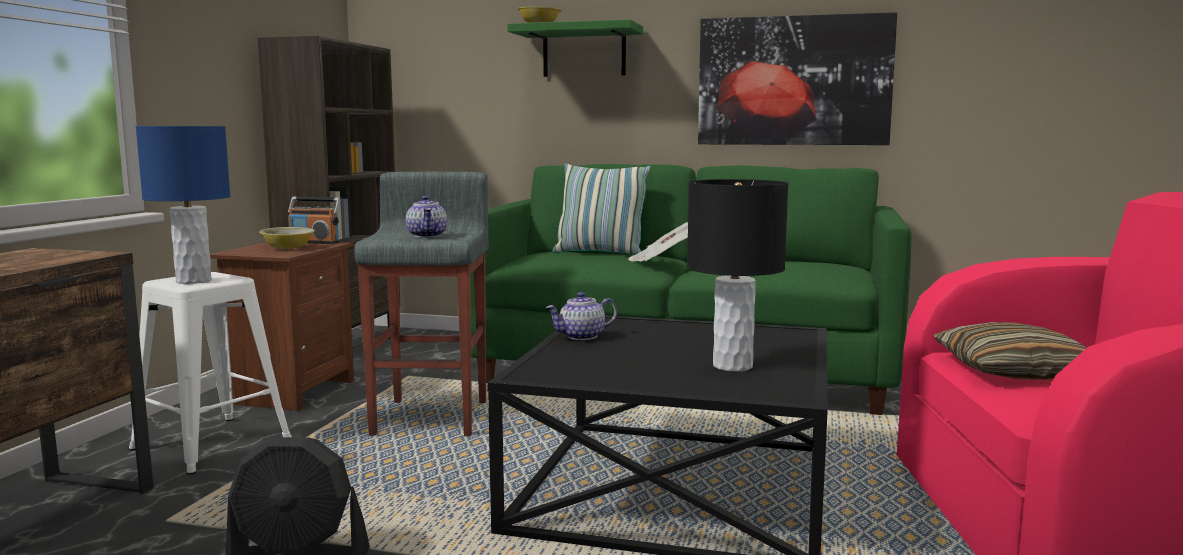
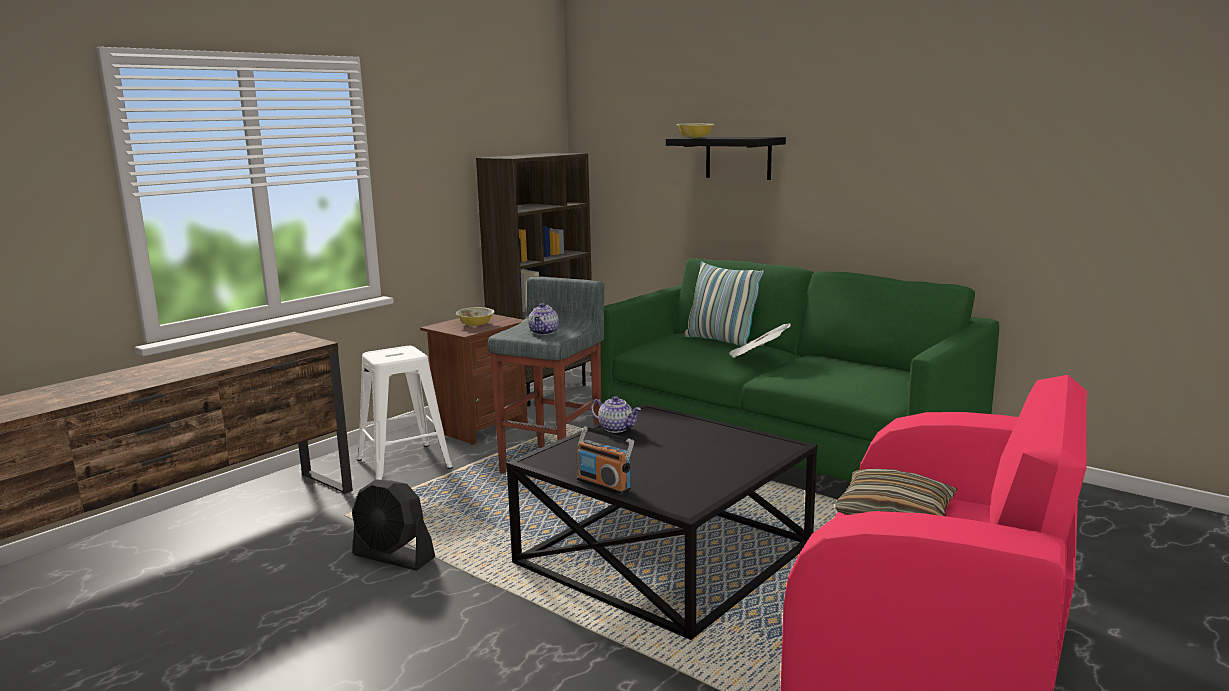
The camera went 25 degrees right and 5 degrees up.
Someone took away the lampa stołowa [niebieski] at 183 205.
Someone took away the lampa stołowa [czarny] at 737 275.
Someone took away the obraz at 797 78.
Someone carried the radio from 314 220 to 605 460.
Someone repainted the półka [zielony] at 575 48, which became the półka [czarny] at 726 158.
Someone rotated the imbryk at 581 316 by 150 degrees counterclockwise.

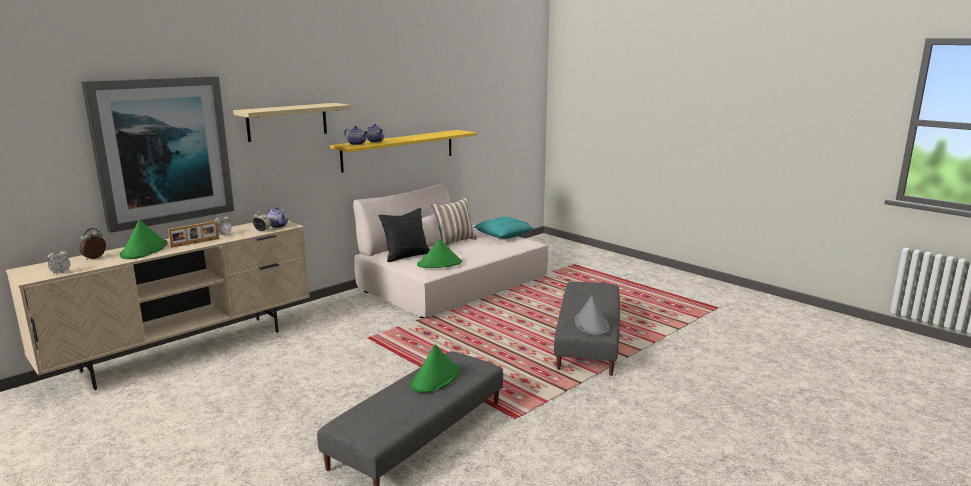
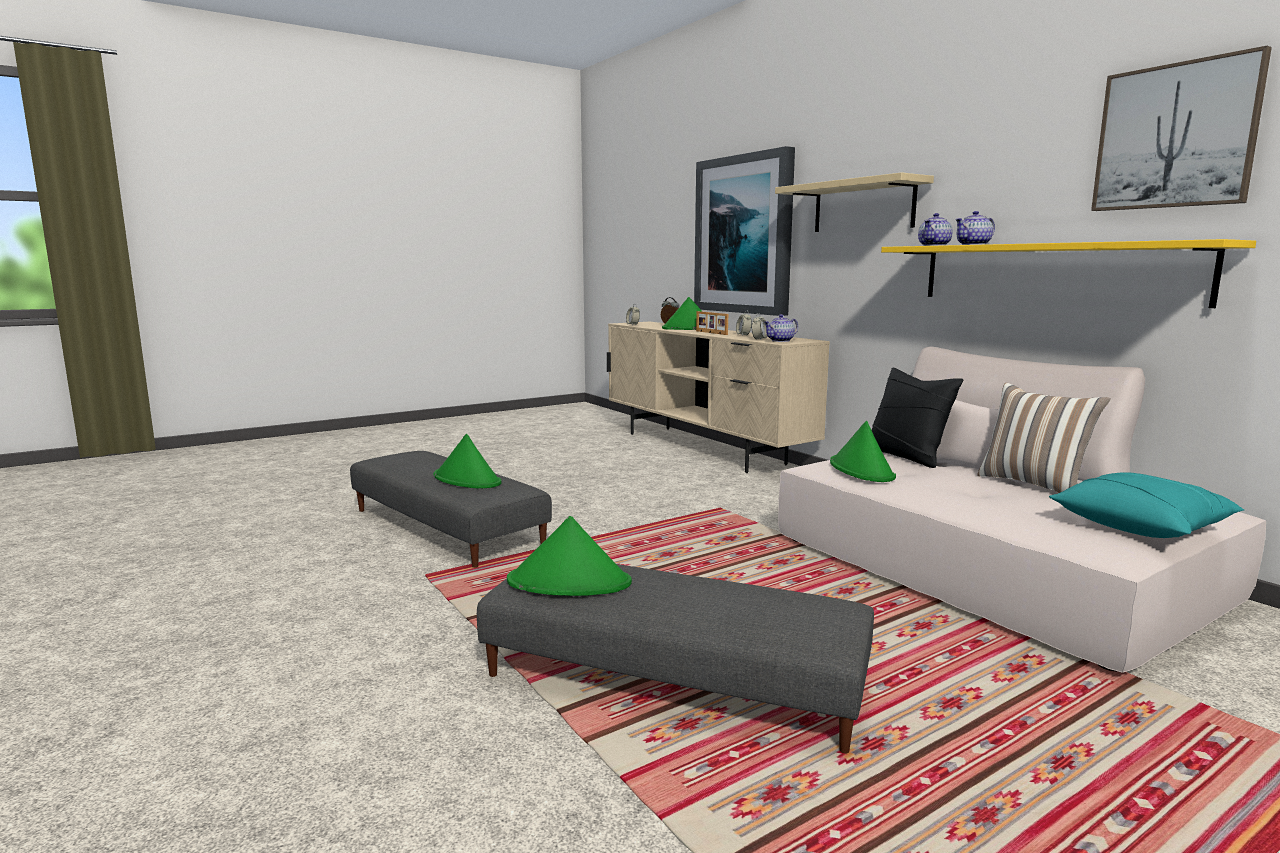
The camera went 100 degrees right and 5 degrees down.
Someone put up the obraz at 1181 128.
Someone repainted the kapelusz [szary] at 592 316, which became the kapelusz [zielony] at 569 556.

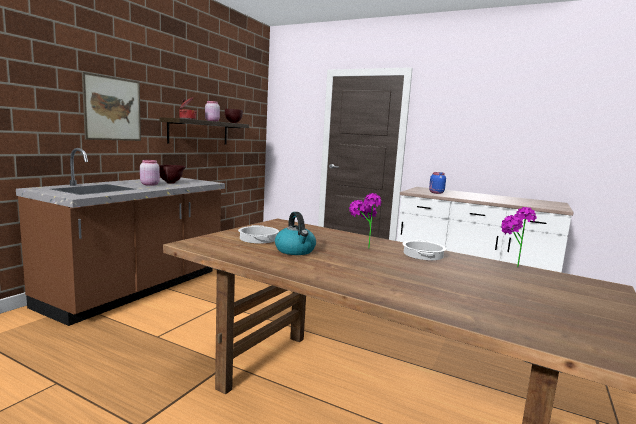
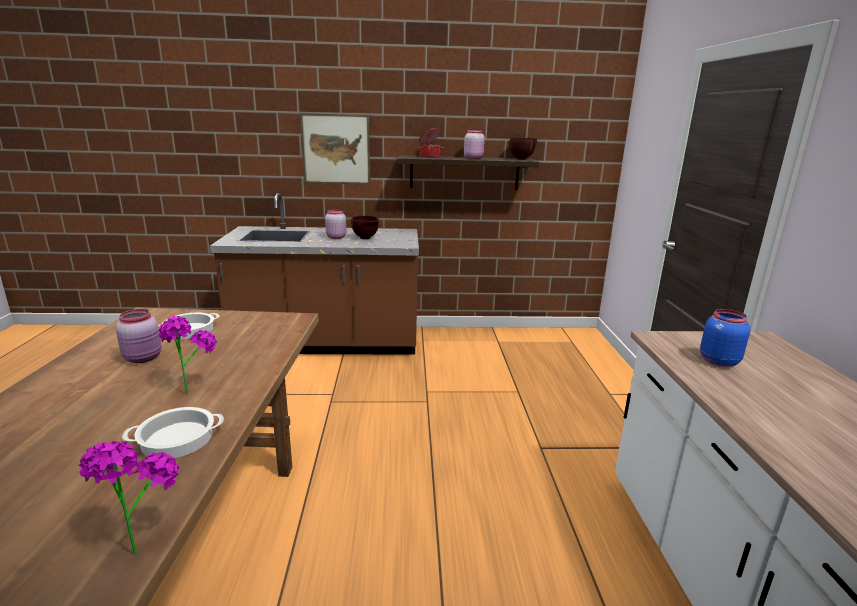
The camera went 60 degrees right and 10 degrees up.
Someone swapped the czajnik at 295 233 for the słoik [różowy] at 139 336.

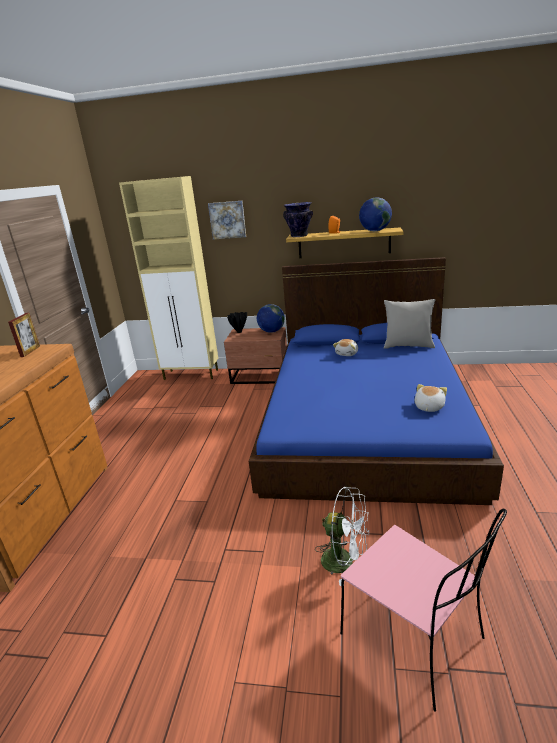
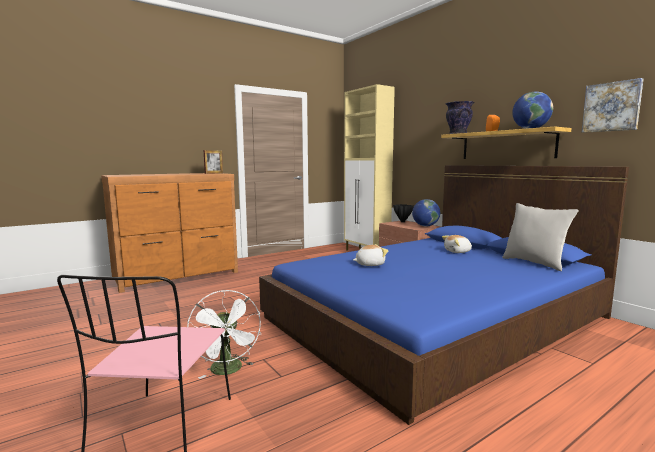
The camera went 45 degrees right and 15 degrees down.
Someone carried the obraz from 227 220 to 612 105.
Someone carried the pluszak from 431 398 to 370 255.

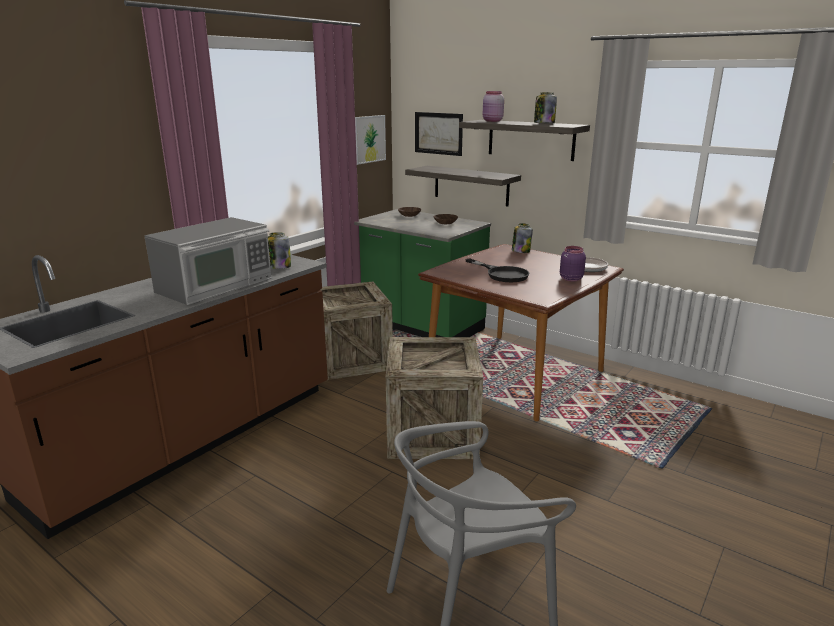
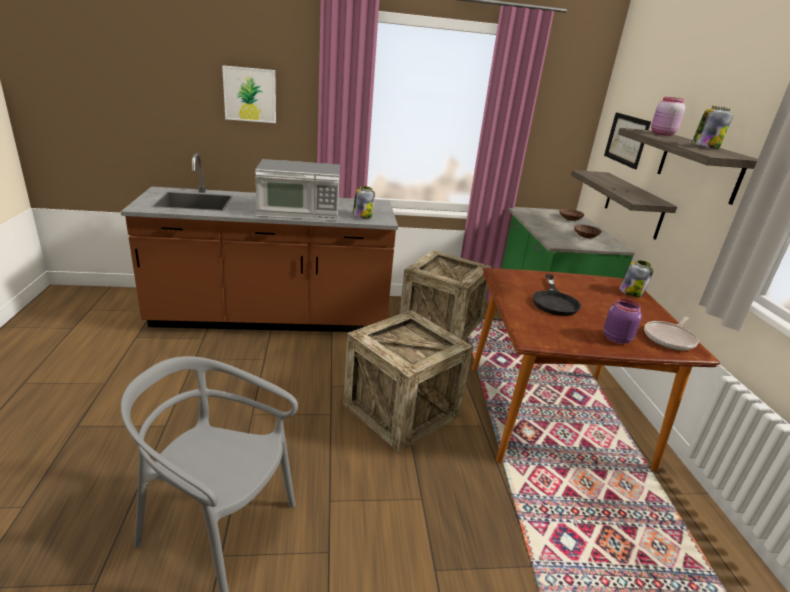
The camera went 45 degrees right and 5 degrees up.
Someone carried the obraz from 370 140 to 249 94.

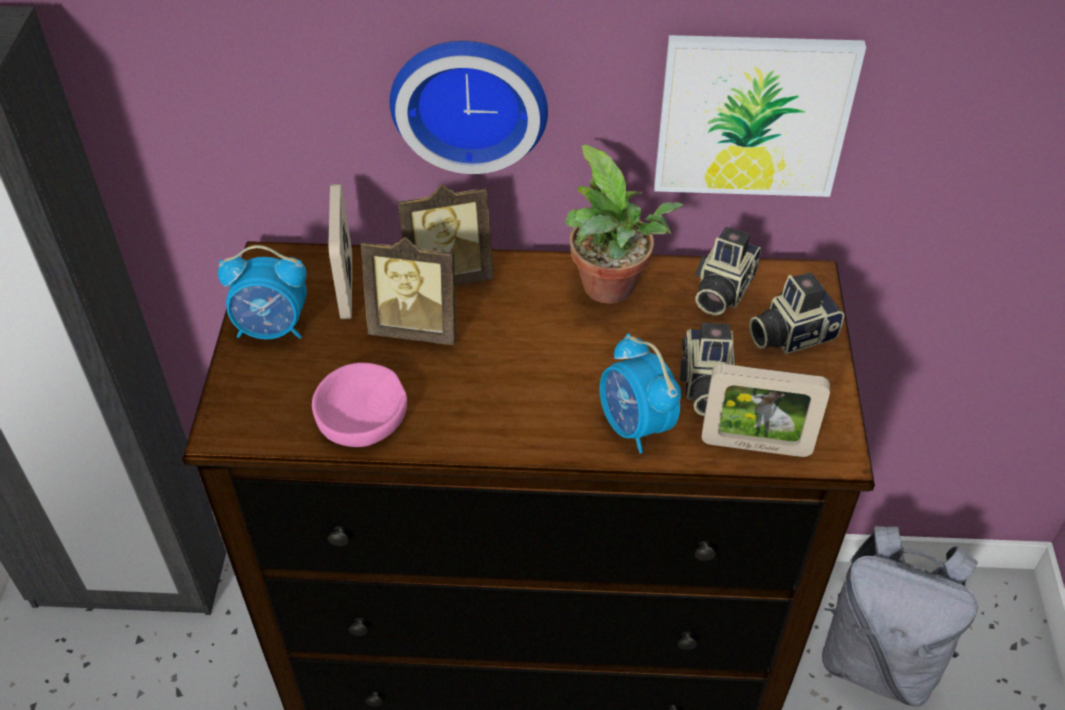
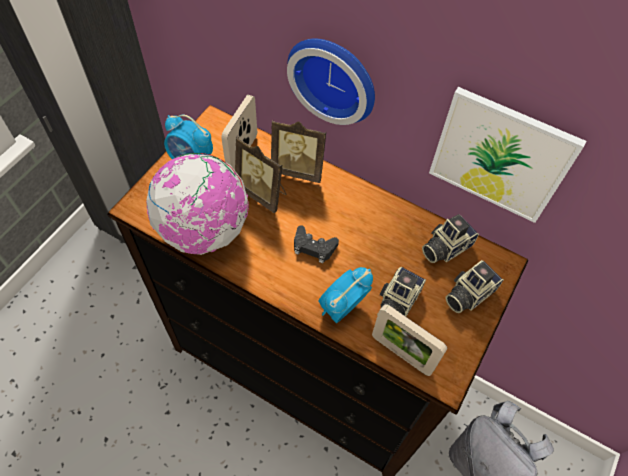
The camera went 25 degrees right and 10 degrees up.
Someone took away the roślina doniczkowa at 624 224.
Someone put down the pad do gier [czarny] at 316 244.
Someone swapped the miska [różowy] at 359 405 for the globus at 197 204.
Someone rotated the budzik at 640 394 by 45 degrees clockwise.
Someone rotated the aparat fotograficzny at 796 313 by 45 degrees counterclockwise.

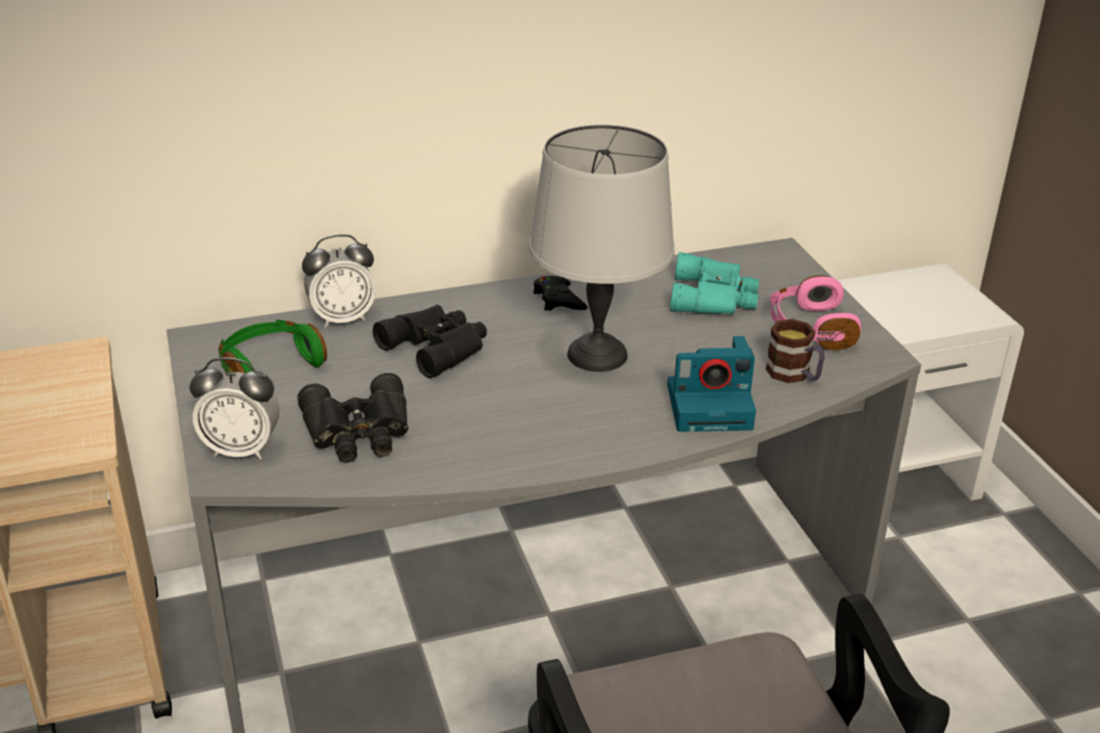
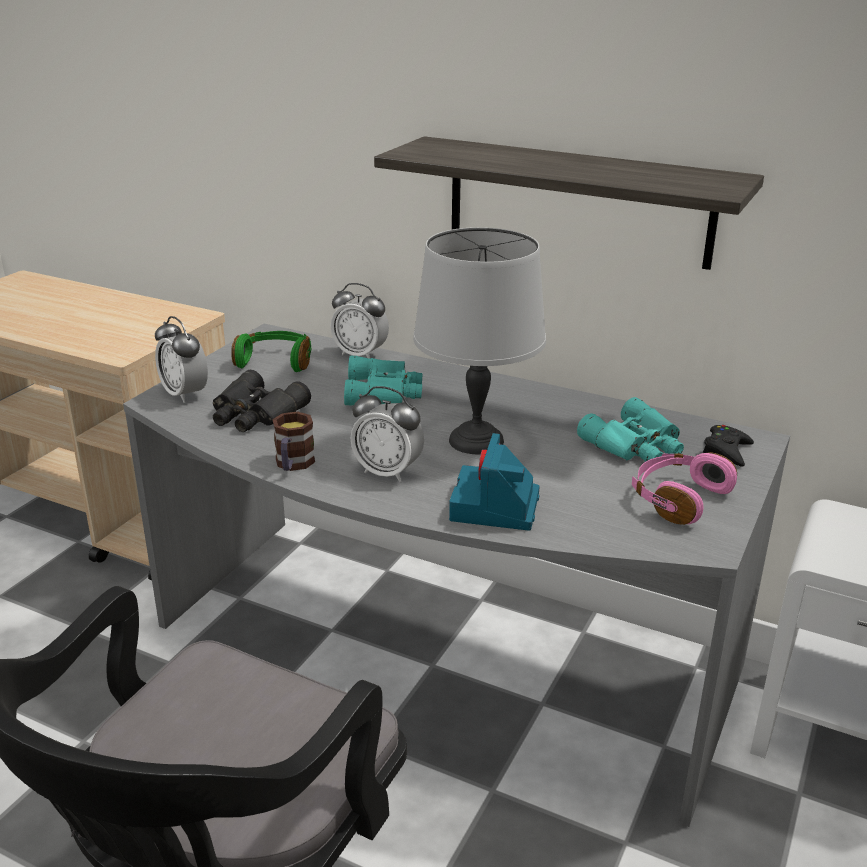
The camera went 45 degrees right and 5 degrees down.
Someone put down the budzik at 387 434.
Someone put up the półka at 569 203.
Someone carried the pad do gier [czarny] from 560 293 to 728 446.
Someone carried the kubek from 795 351 to 294 441.
Someone repainted the lornetka [czarny] at 430 341, which became the lornetka [turkusowy] at 383 380.
Someone rotated the aparat fotograficzny at 711 384 by 60 degrees clockwise.

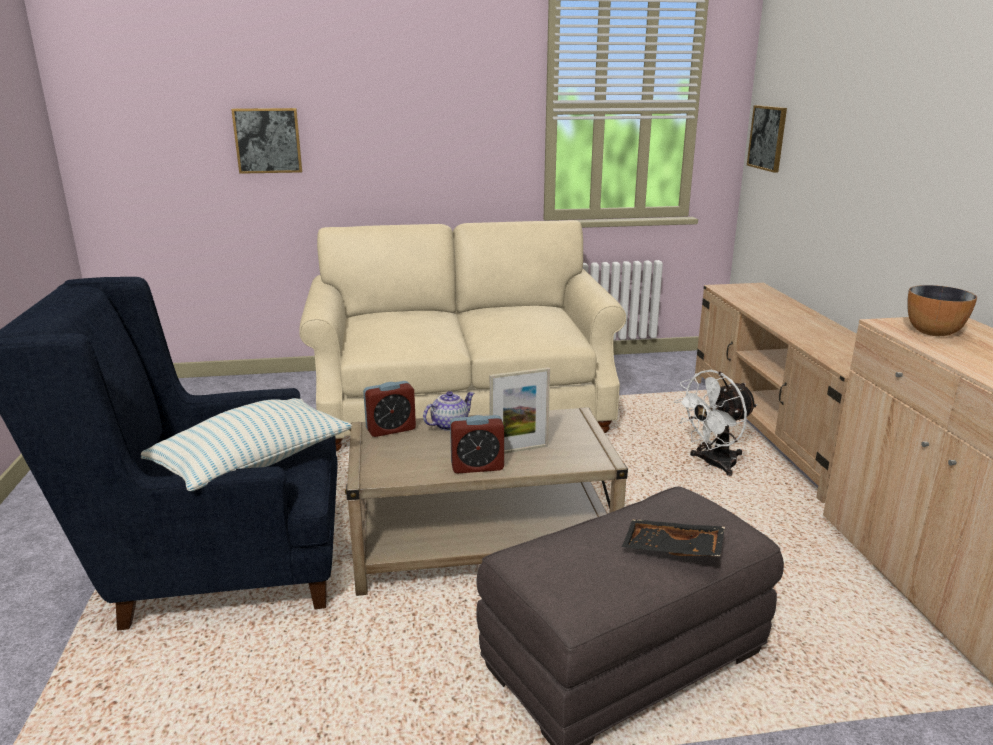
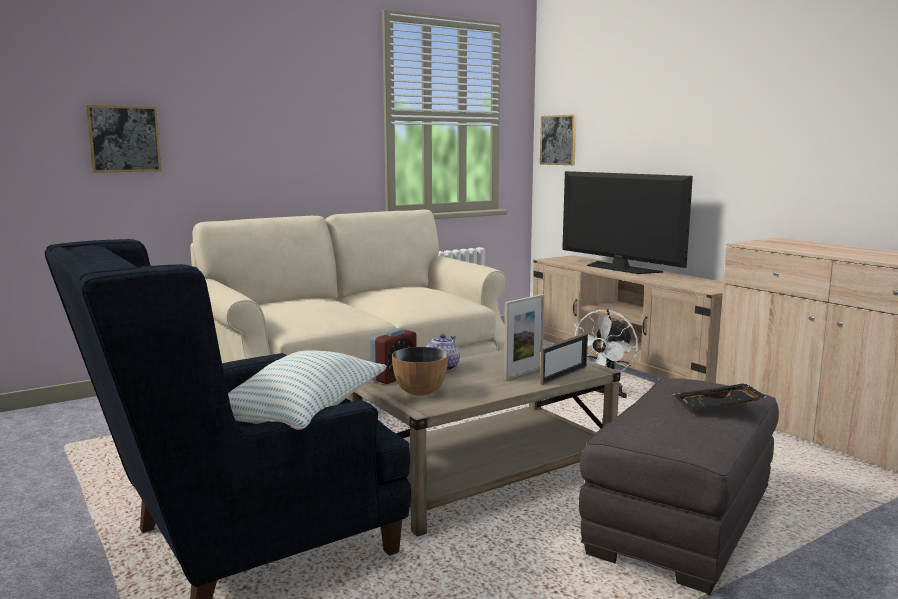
The camera went 25 degrees left and 10 degrees down.
Someone took away the budzik at 477 444.
Someone put down the ramka na zdjęcie at 564 359.
Someone put down the telewizor at 627 222.
Someone carried the miska from 942 310 to 420 371.

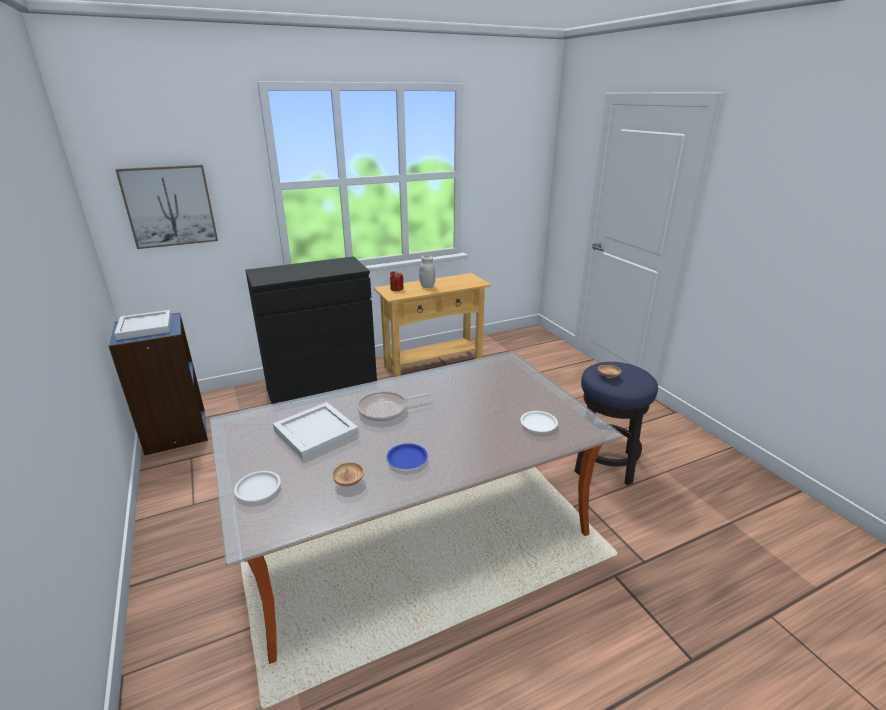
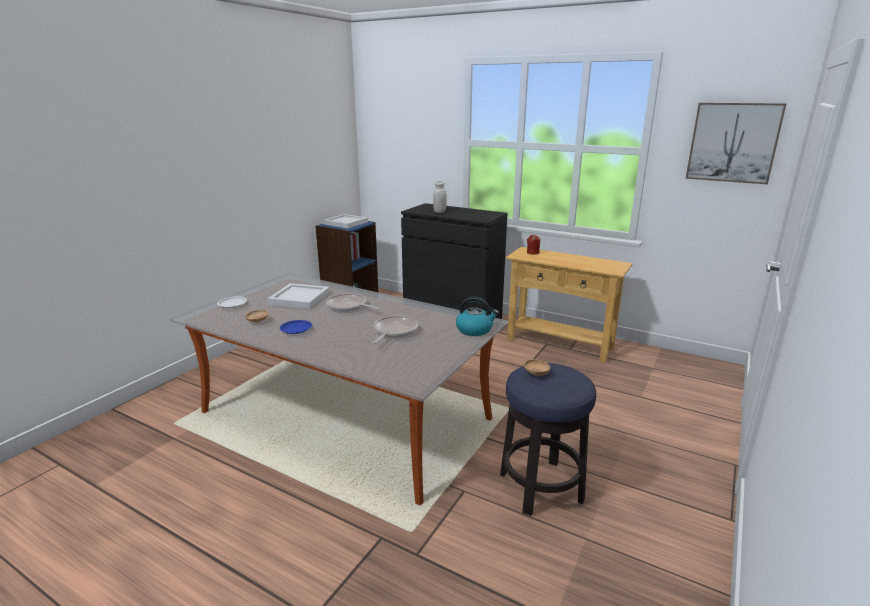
The camera went 55 degrees right and 5 degrees down.
Someone took away the talerz [biały] at 539 421.
Someone put down the patelnia at 395 330.
Someone put down the czajnik at 477 316.
Someone carried the obraz from 166 207 to 736 143.
Someone carried the słoik [biały] from 427 271 to 440 197.

